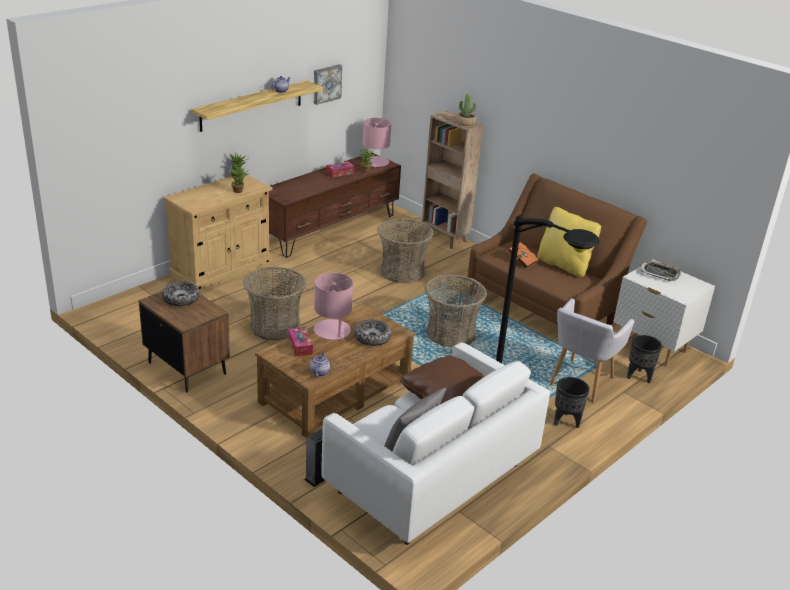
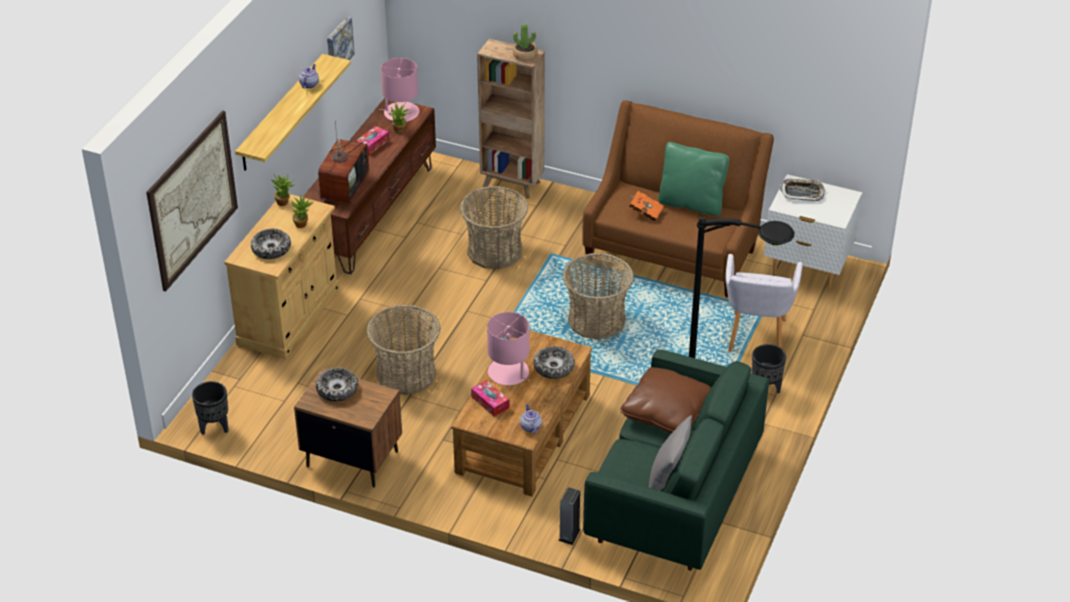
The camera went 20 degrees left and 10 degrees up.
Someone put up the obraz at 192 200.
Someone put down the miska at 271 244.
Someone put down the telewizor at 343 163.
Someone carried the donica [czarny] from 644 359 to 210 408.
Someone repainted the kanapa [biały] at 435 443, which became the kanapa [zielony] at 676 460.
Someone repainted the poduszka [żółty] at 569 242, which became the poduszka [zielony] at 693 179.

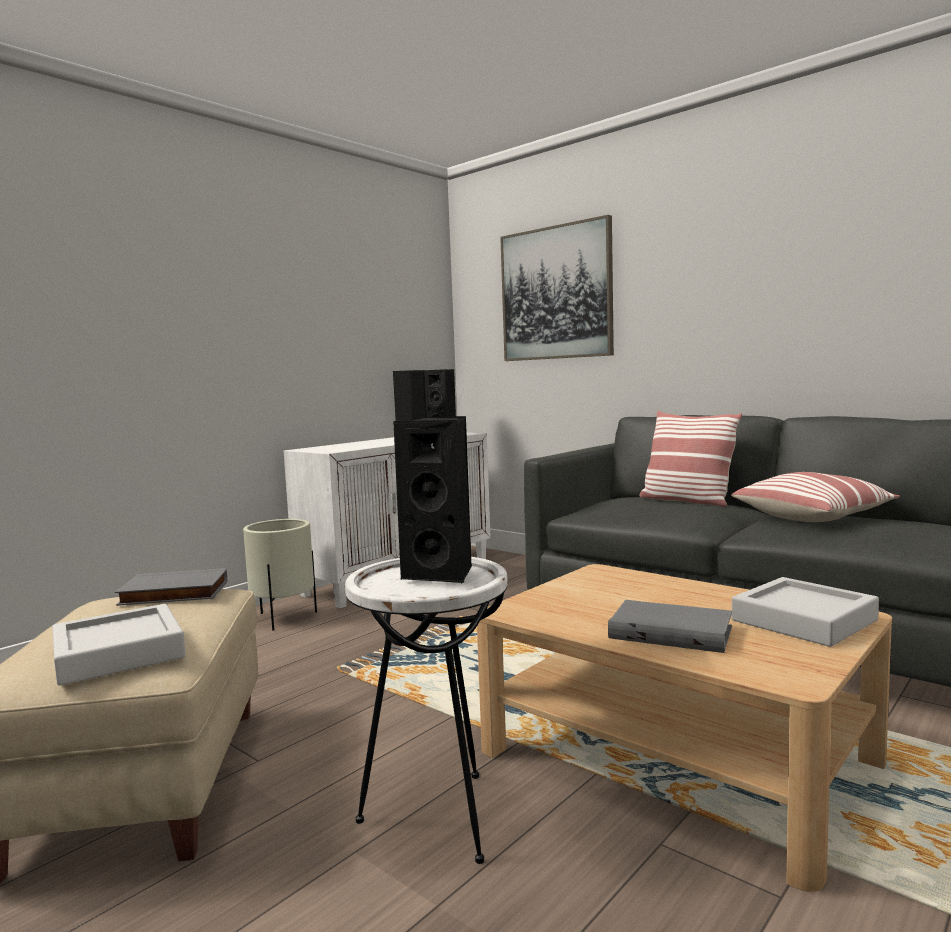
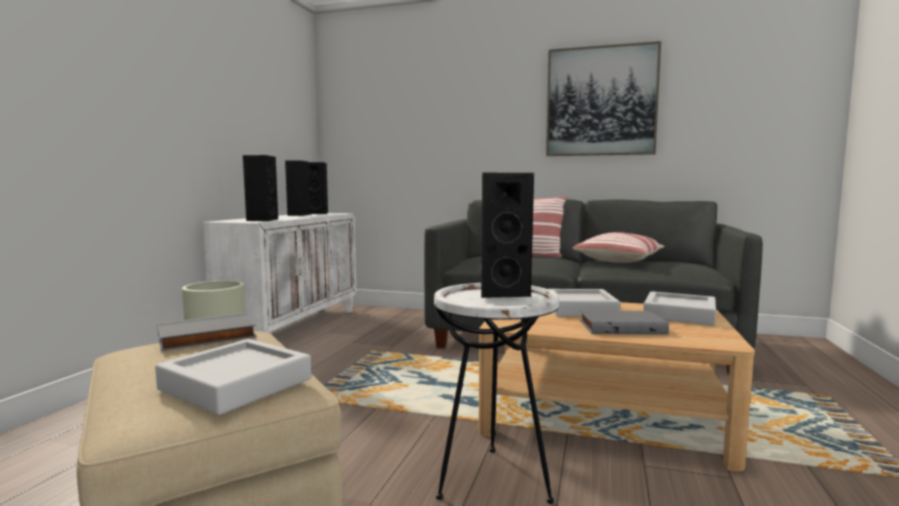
The camera went 25 degrees left and 0 degrees up.
Someone put down the głośnik [czarny] at 260 188.
Someone put down the taca [szary] at 585 303.
Someone carried the obraz from 557 288 to 603 98.

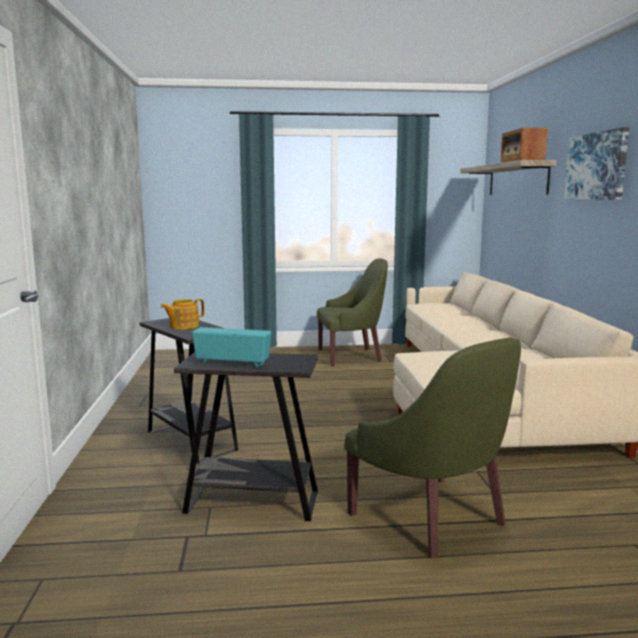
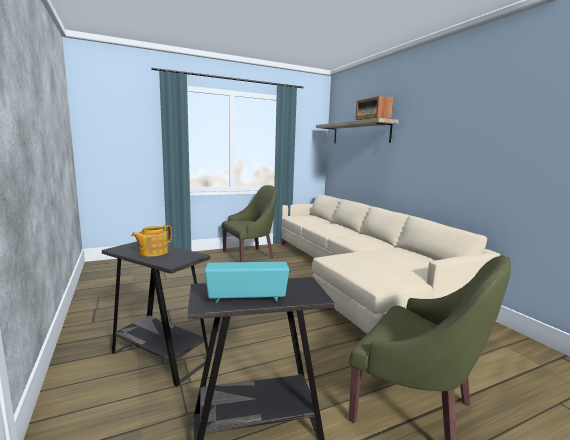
The camera went 20 degrees left and 0 degrees up.
Someone took away the obraz at 596 163.

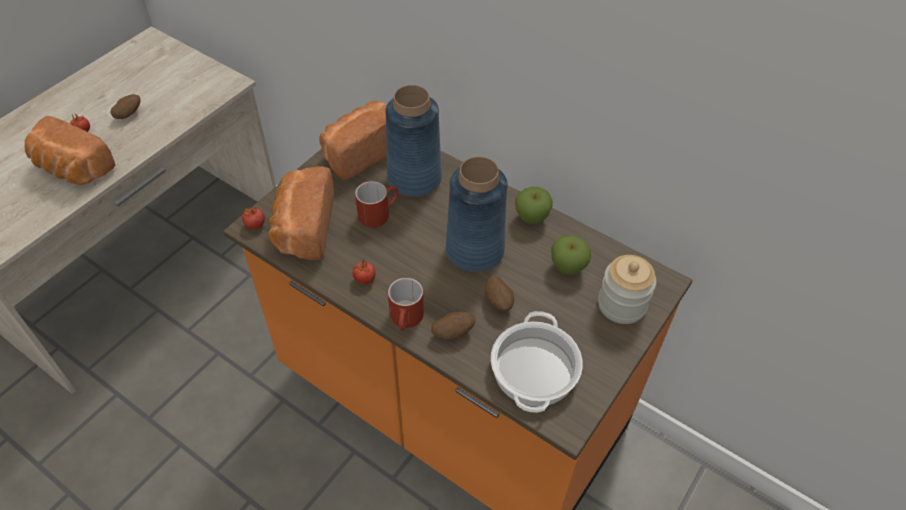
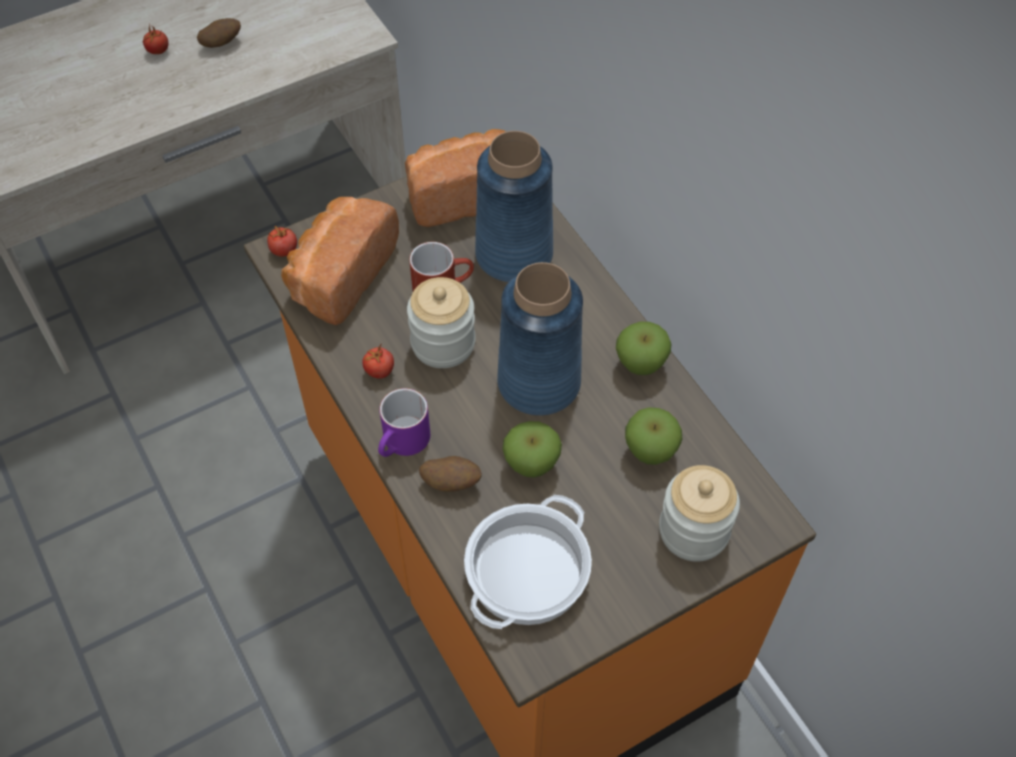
The camera went 25 degrees right and 5 degrees up.
Someone took away the chleb at 69 150.
Someone put down the słoik at 441 322.
Someone swapped the ziemniak at 499 293 for the jabłko at 532 449.
Someone repainted the kubek [czerwony] at 406 304, which became the kubek [fioletowy] at 404 422.

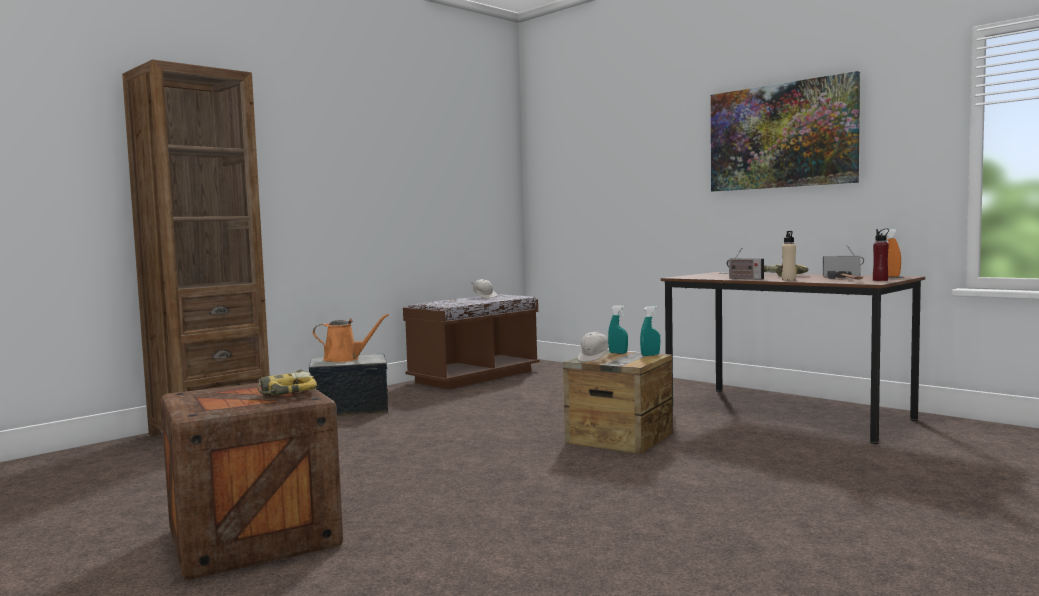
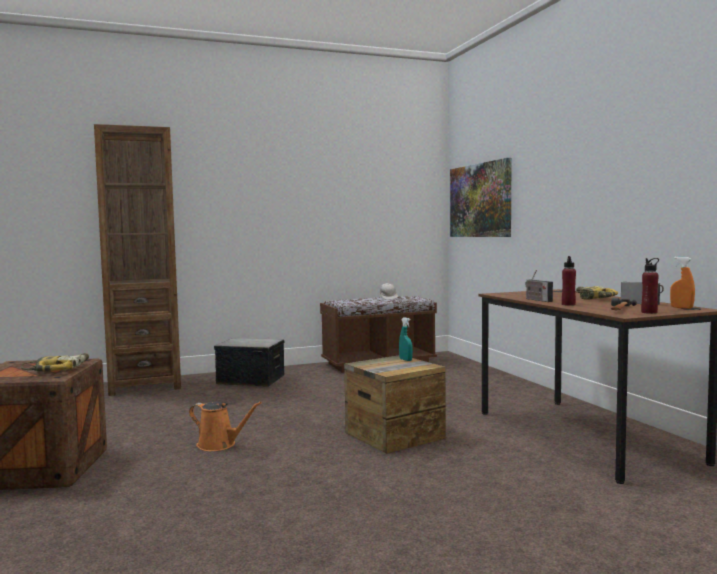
The camera went 25 degrees right and 0 degrees up.
Someone took away the czapka z daszkiem [biały] at 593 347.
Someone took away the spryskiwacz [turkusowy] at 650 331.
Someone carried the konewka [pomarańczowy] from 351 338 to 225 426.
Someone carried the obraz from 785 131 to 481 197.
Someone repainted the butelka [beżowy] at 789 255, which became the butelka [czerwony] at 569 281.

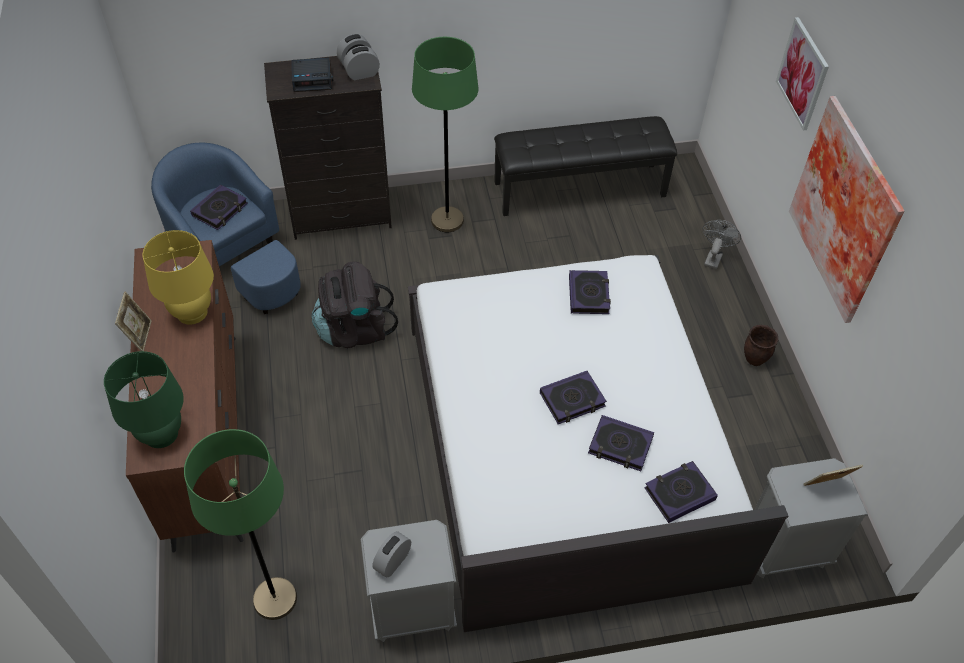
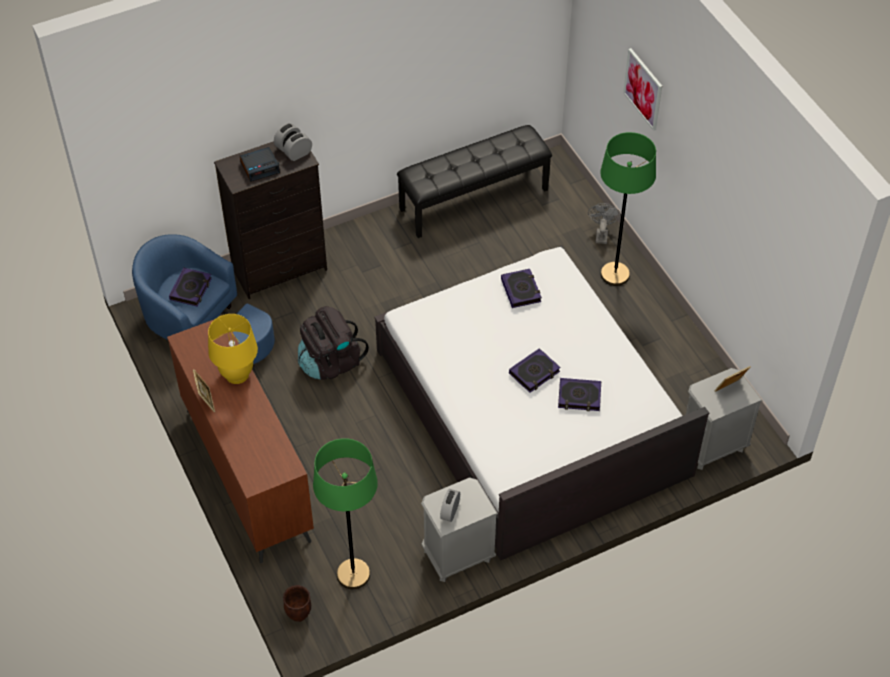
The camera went 15 degrees left and 0 degrees up.
Someone took away the lampa stołowa [zielony] at 144 399.
Someone took away the książka at 681 492.
Someone took away the obraz at 846 209.
Someone carried the lampa stojąca [zielony] from 445 134 to 628 209.
Someone carried the donica [brązowy] from 761 345 to 297 603.

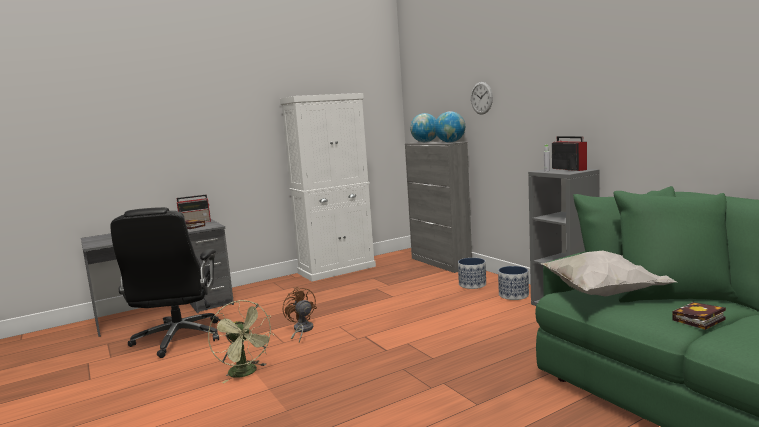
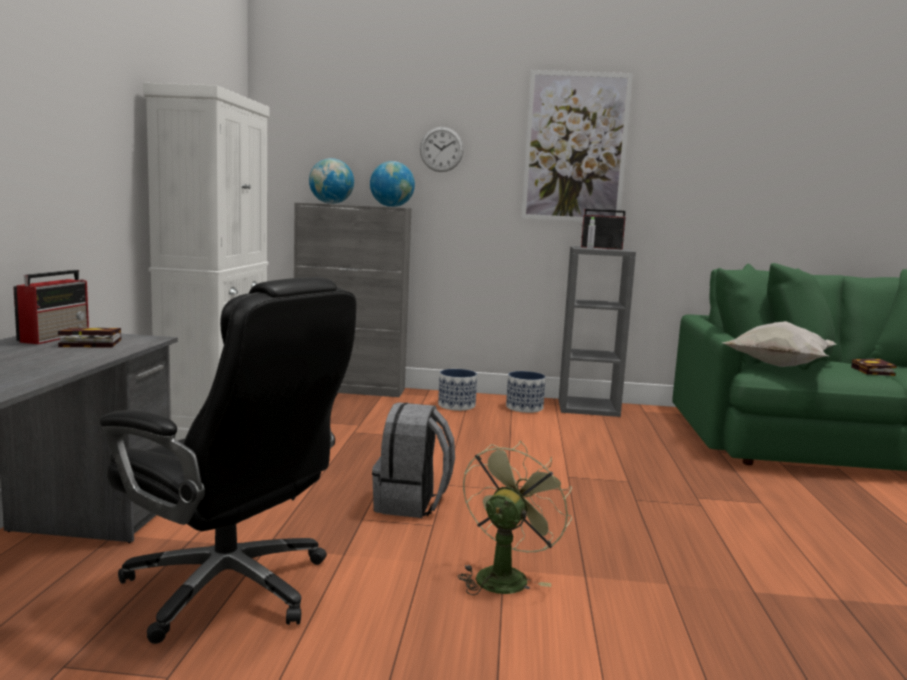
The camera went 55 degrees left and 0 degrees up.
Someone put up the obraz at 577 145.
Someone swapped the wentylator [brązowy] at 300 315 for the plecak [szary] at 413 460.
Someone rotated the wentylator [zielony] at 241 341 by 60 degrees counterclockwise.

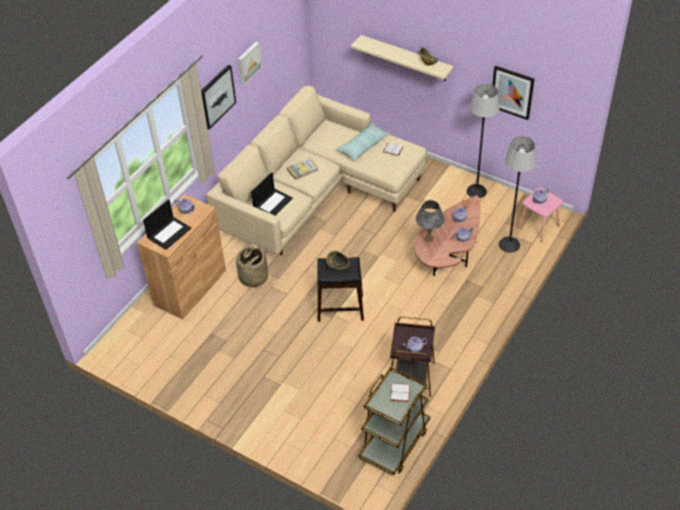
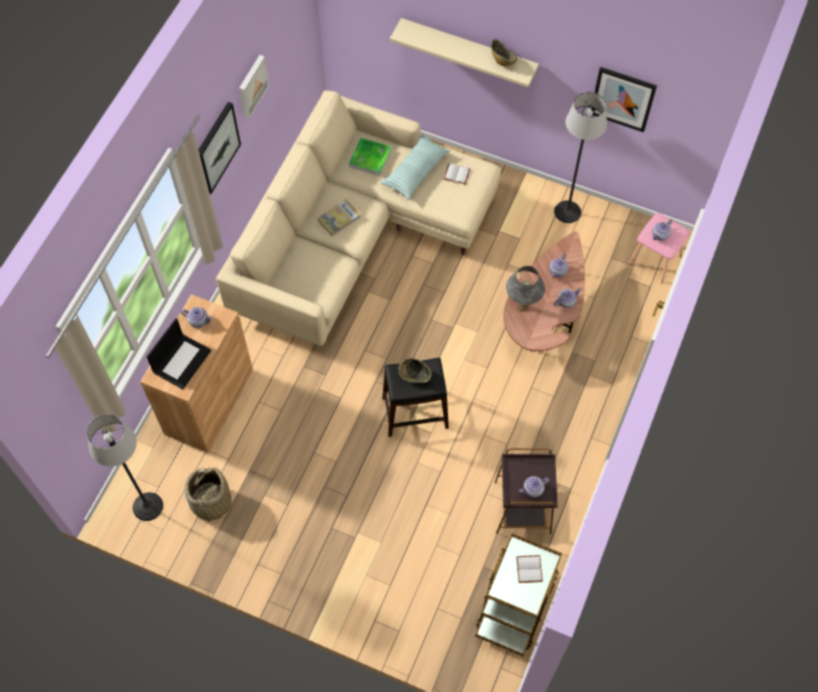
The camera went 10 degrees left and 15 degrees up.
Someone took away the laptop at 272 194.
Someone put down the taca at 370 157.
Someone carried the koszyk from 252 267 to 208 497.
Someone carried the lampa stojąca from 518 194 to 125 467.

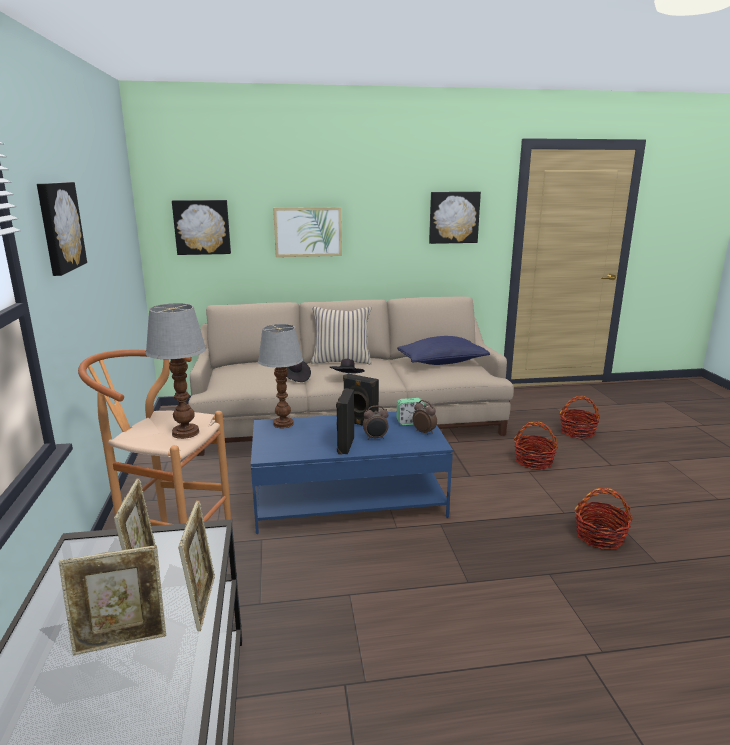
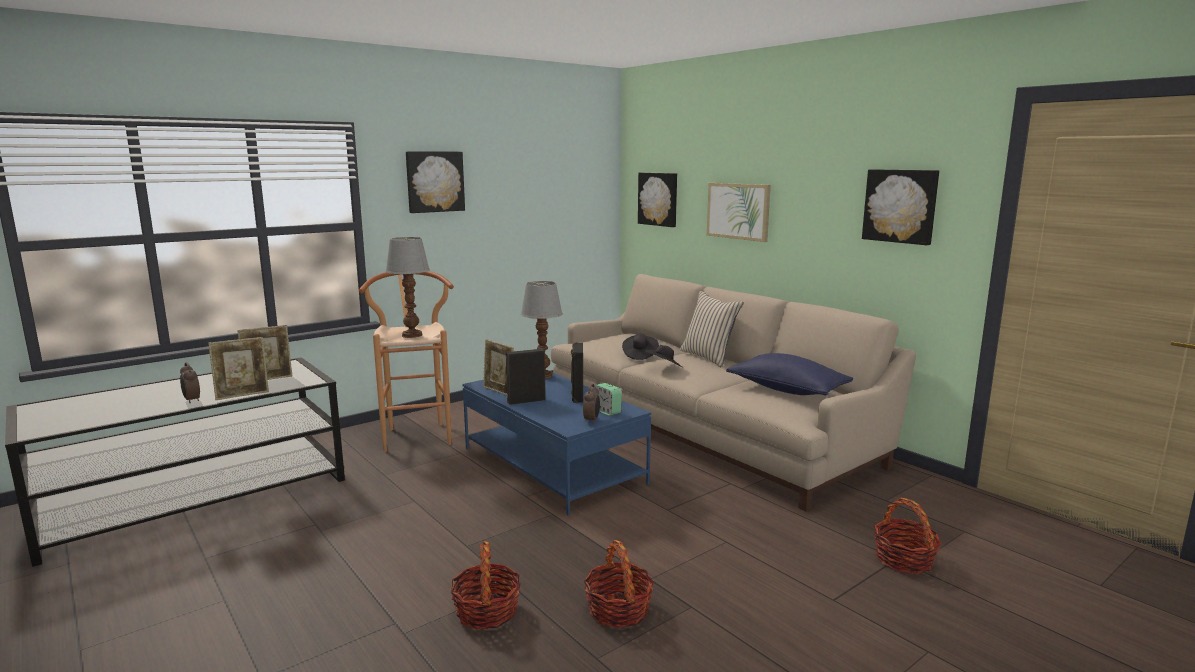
The camera went 60 degrees right and 5 degrees down.
Someone carried the ramka na zdjęcie from 112 600 to 498 367.
Someone carried the budzik from 376 423 to 190 382.
Someone carried the koszyk from 536 445 to 486 585.

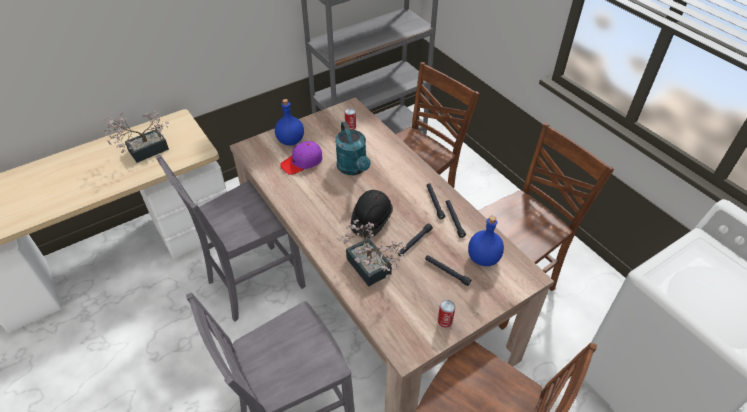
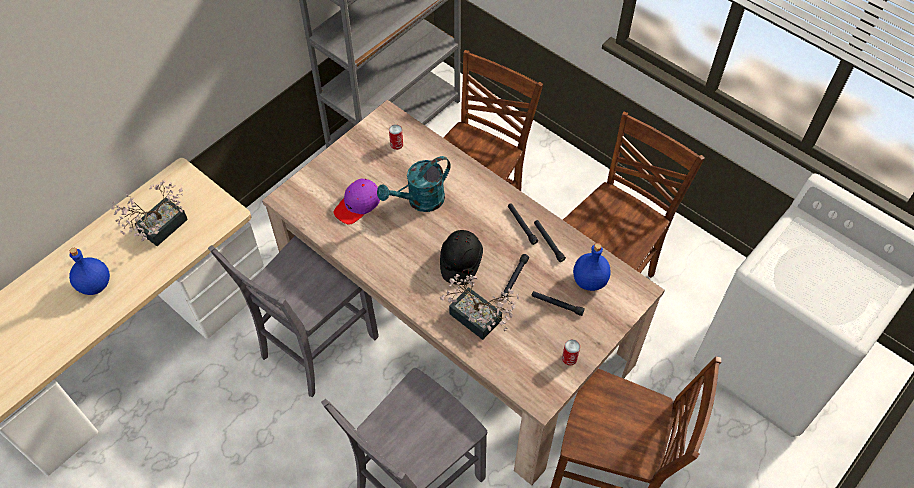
The camera went 15 degrees left and 10 degrees up.
Someone carried the butelka [niebieski] from 289 122 to 89 271.
Someone rotated the konewka [turkusowy] at 353 148 by 90 degrees clockwise.

